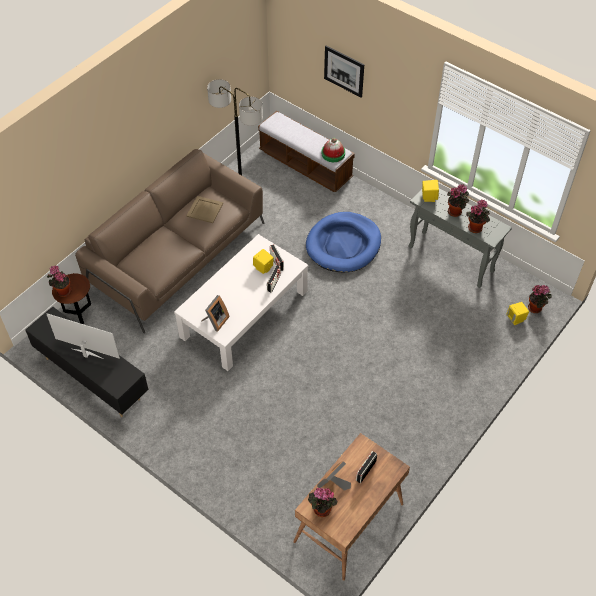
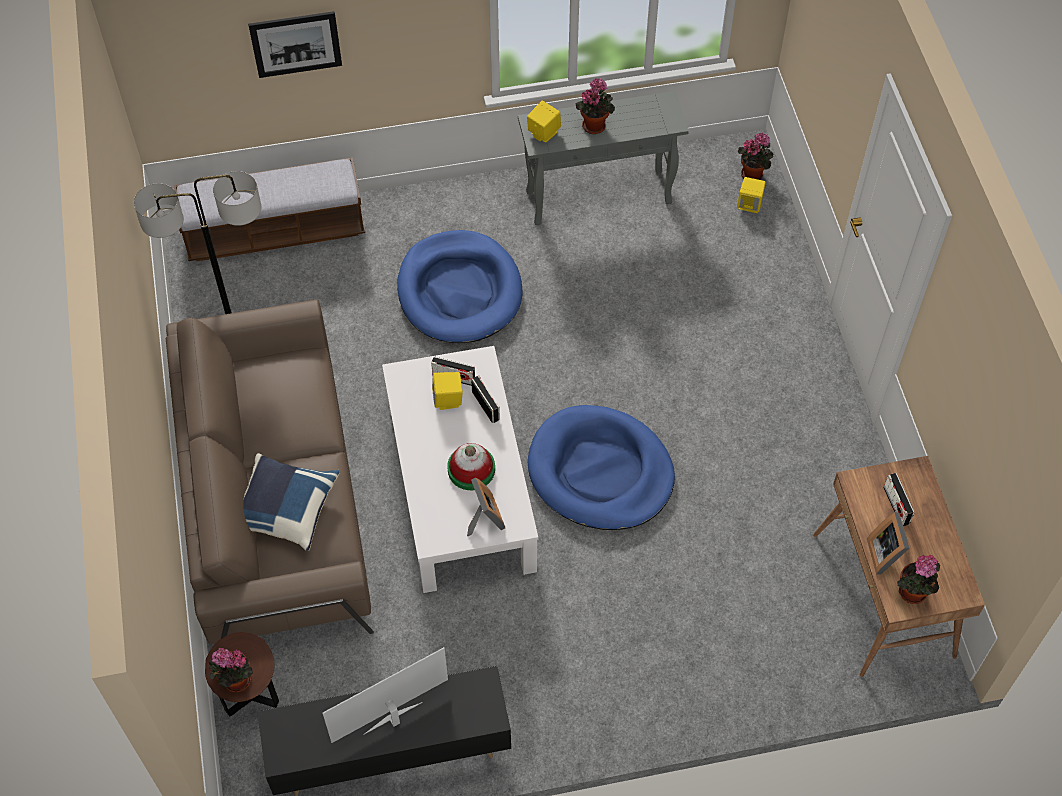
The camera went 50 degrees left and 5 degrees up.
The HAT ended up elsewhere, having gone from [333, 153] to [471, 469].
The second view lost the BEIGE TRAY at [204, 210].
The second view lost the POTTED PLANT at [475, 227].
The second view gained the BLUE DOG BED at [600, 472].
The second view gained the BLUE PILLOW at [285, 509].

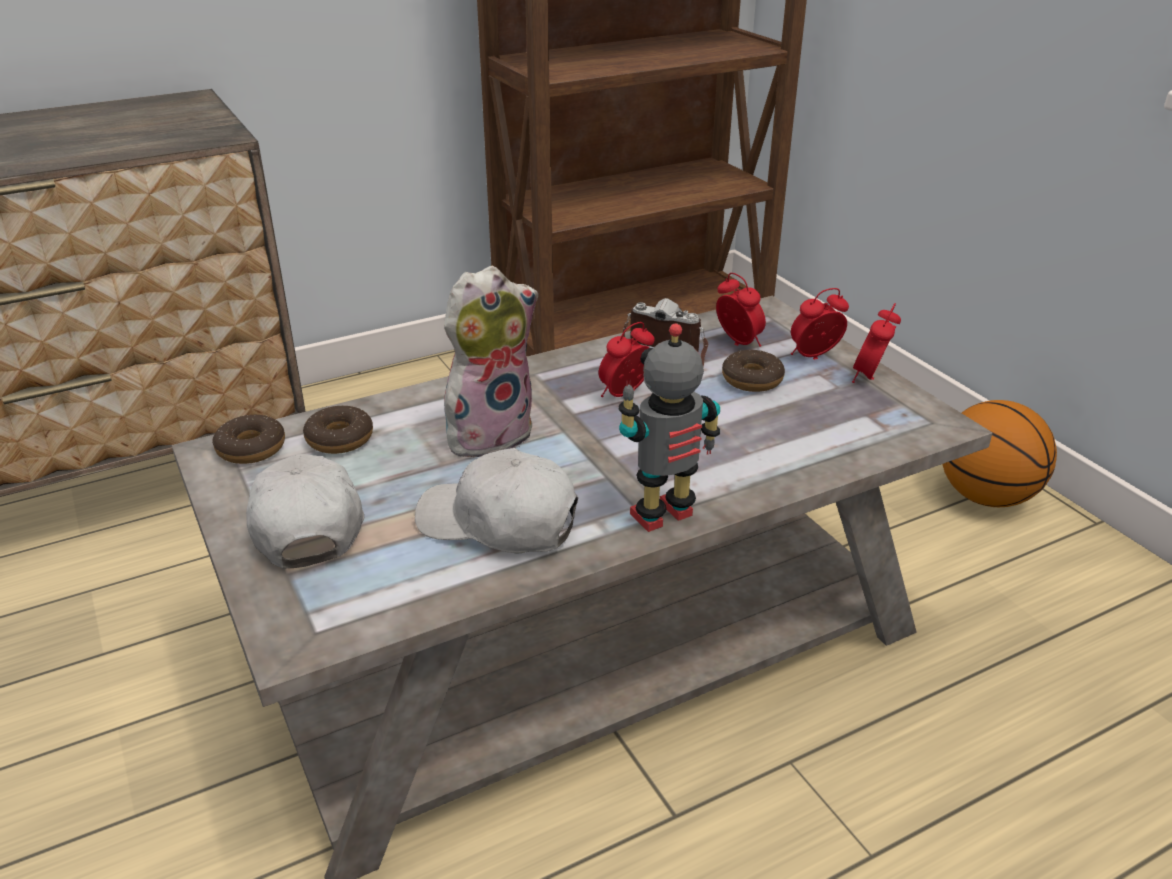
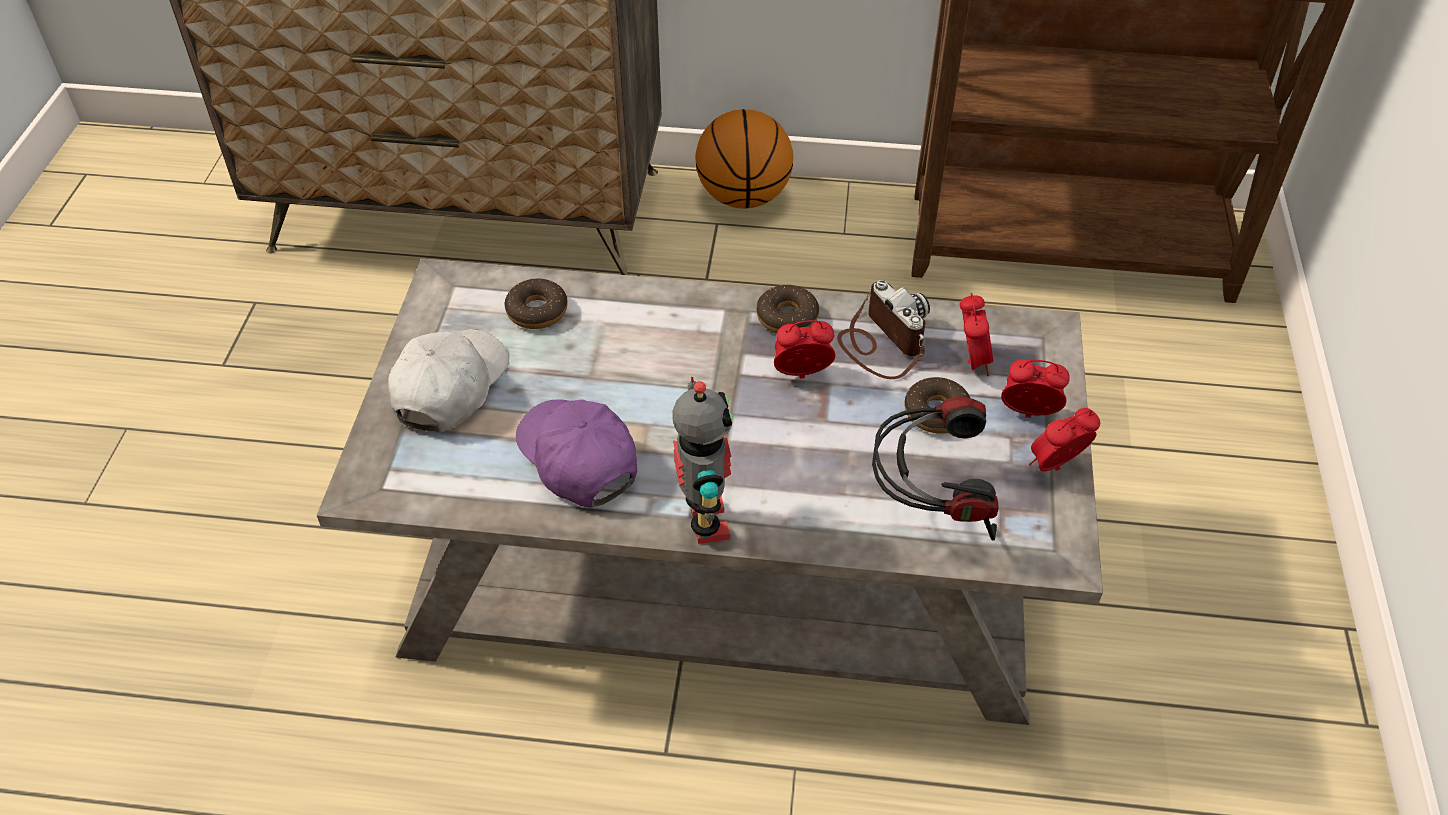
The camera went 35 degrees right and 15 degrees up.
The second view lost the PLUSH TOY at [490, 433].
The TOY ROBOT at [664, 517] ended up facing another way, 75 degrees clockwise from before.
The BASKETBALL ended up elsewhere, having gone from [986, 496] to [744, 197].
The DONUT ended up elsewhere, having gone from [251, 448] to [787, 317].
What was the WHITE CAP at [499, 523] turned into the PURPLE CAP at [578, 459].
The second view gained the HEADPHONES at [930, 506].

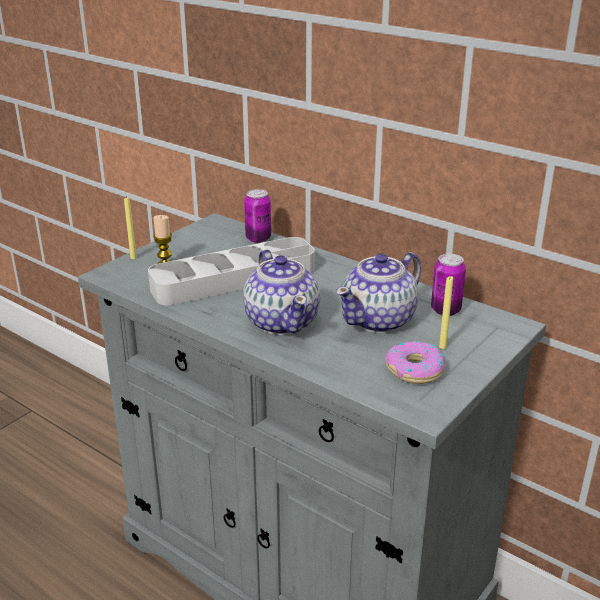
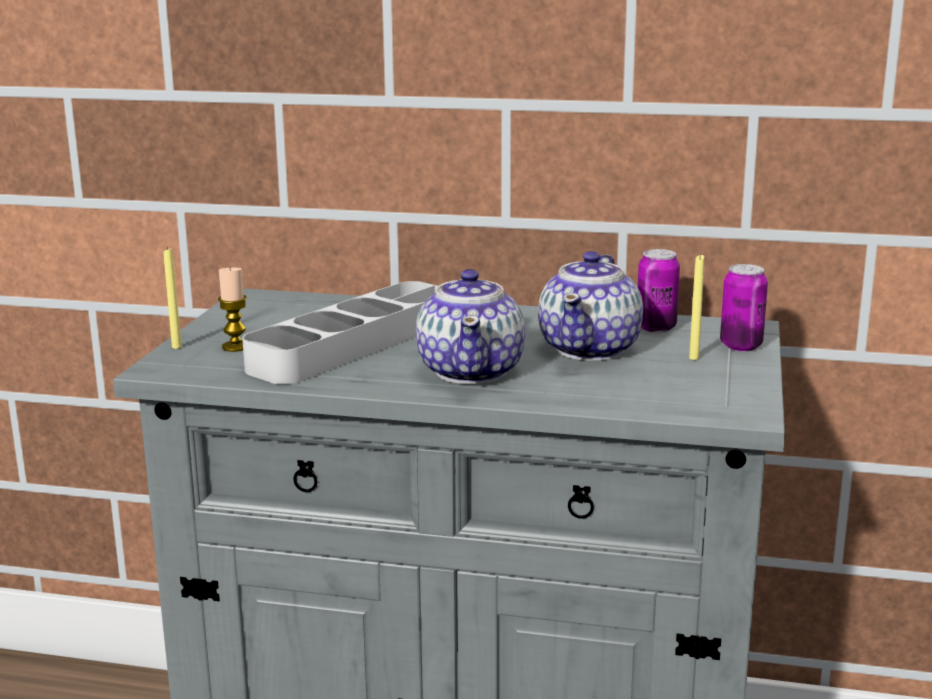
The camera went 25 degrees left and 10 degrees down.
The CAN ended up elsewhere, having gone from [258, 238] to [741, 346].
The TEAPOT at [282, 321] ended up facing another way, 45 degrees clockwise from before.
The second view lost the DONUT at [414, 370].

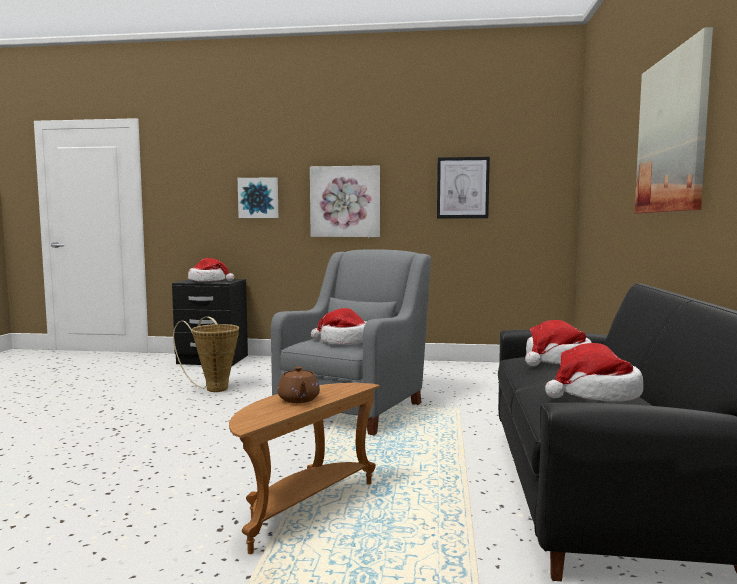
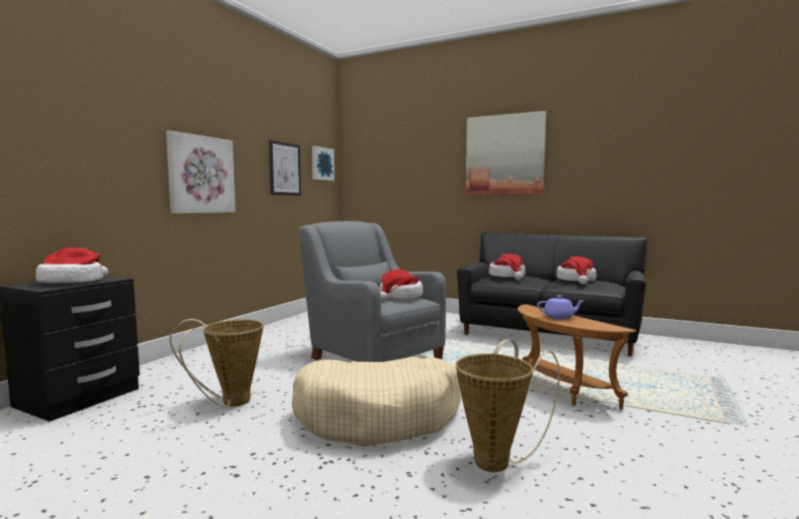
The camera went 70 degrees left and 0 degrees up.
The PICTURE ended up elsewhere, having gone from [258, 198] to [321, 164].
What was the BROWN TEAPOT at [298, 399] turned into the PURPLE TEAPOT at [559, 317].
The second view gained the BASKET at [498, 460].
The second view gained the BEIGE DOG BED at [378, 416].

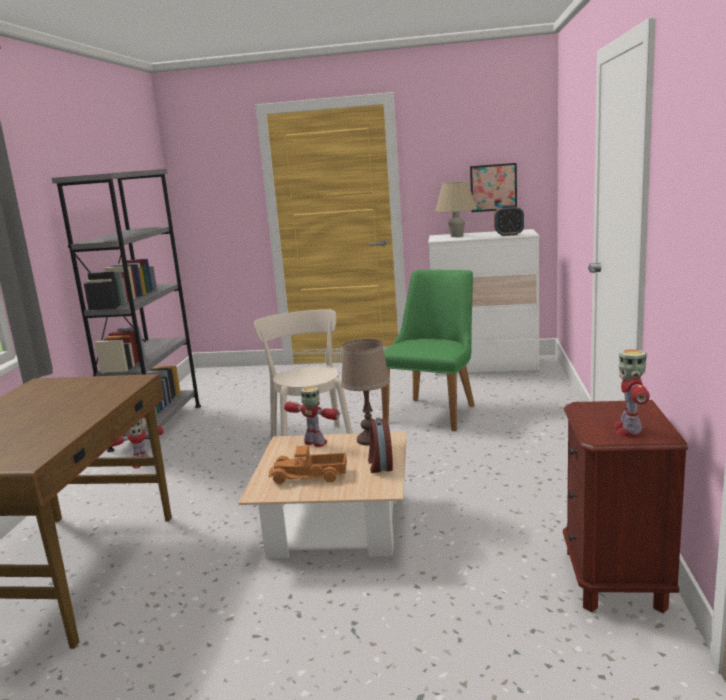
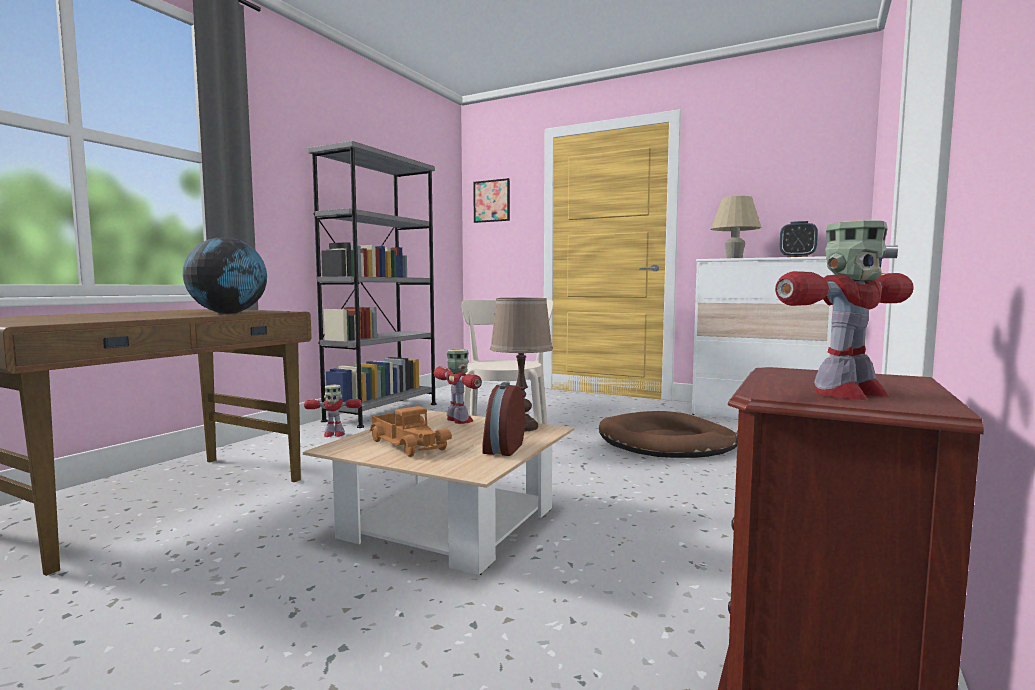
The camera went 20 degrees right and 10 degrees down.
The PICTURE ended up elsewhere, having gone from [493, 187] to [491, 201].
Where the GREEN CHAIR stood at [435, 410], the BROWN DOG BED came to stand at [667, 442].
The TOY ROBOT at [628, 430] ended up facing another way, 150 degrees counterclockwise from before.
The TOY TRUCK at [309, 476] ended up facing another way, 150 degrees counterclockwise from before.
The second view gained the GLOBE at [228, 313].

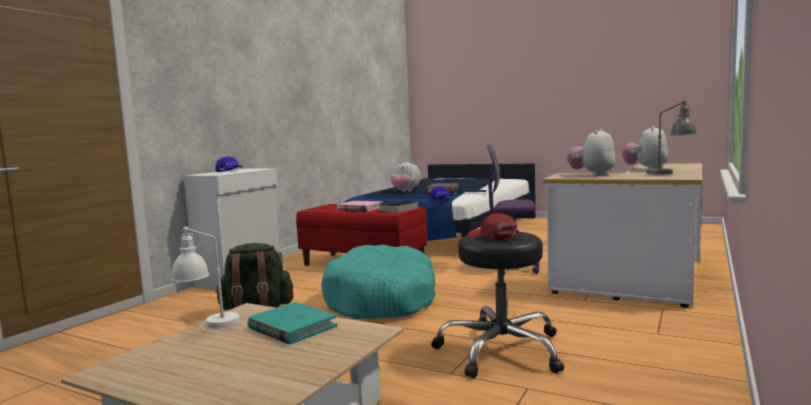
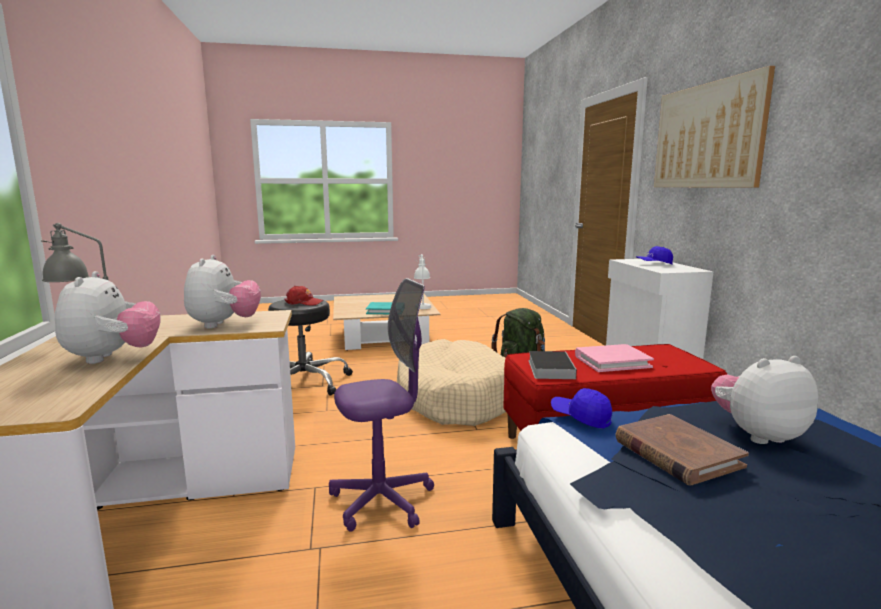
The camera went 140 degrees right and 5 degrees up.
What was the TURQUOISE DOG BED at [382, 299] turned into the BEIGE DOG BED at [455, 398].
The second view gained the PICTURE at [707, 136].

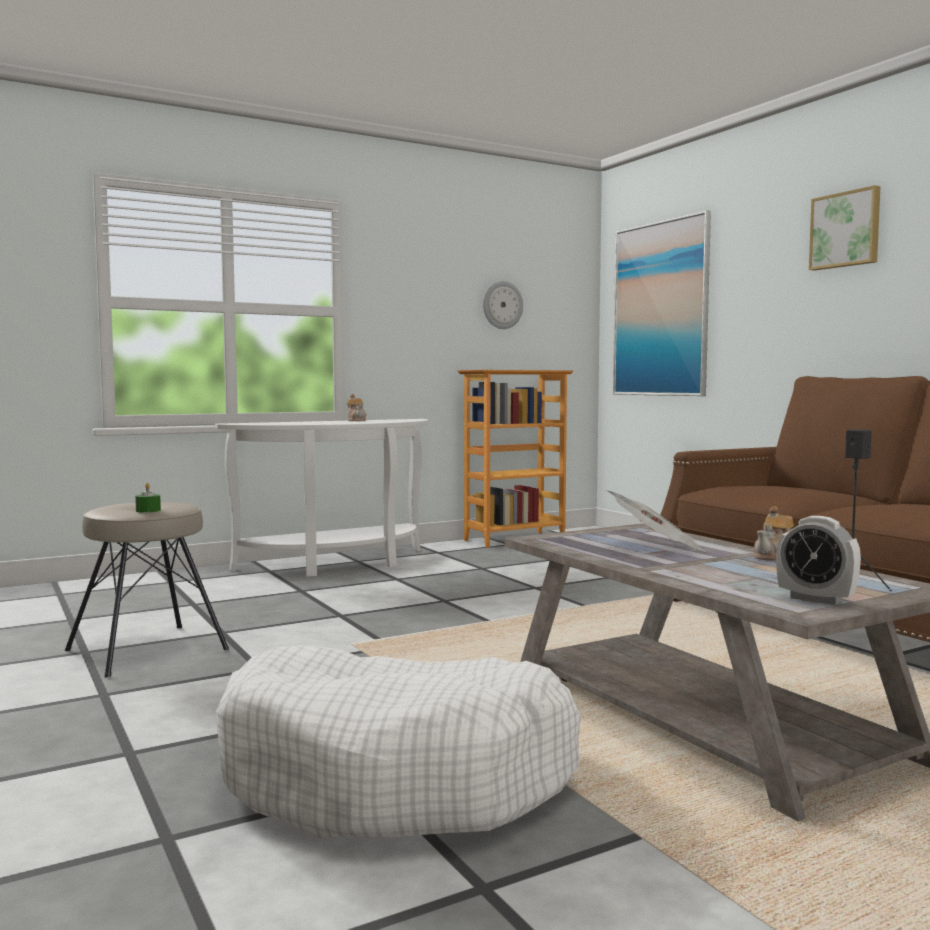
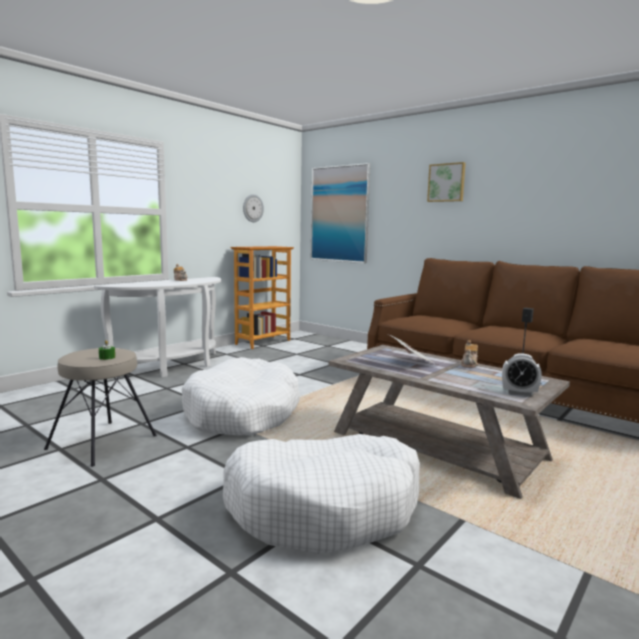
The camera went 20 degrees left and 5 degrees up.
The second view gained the WHITE DOG BED at [242, 413].

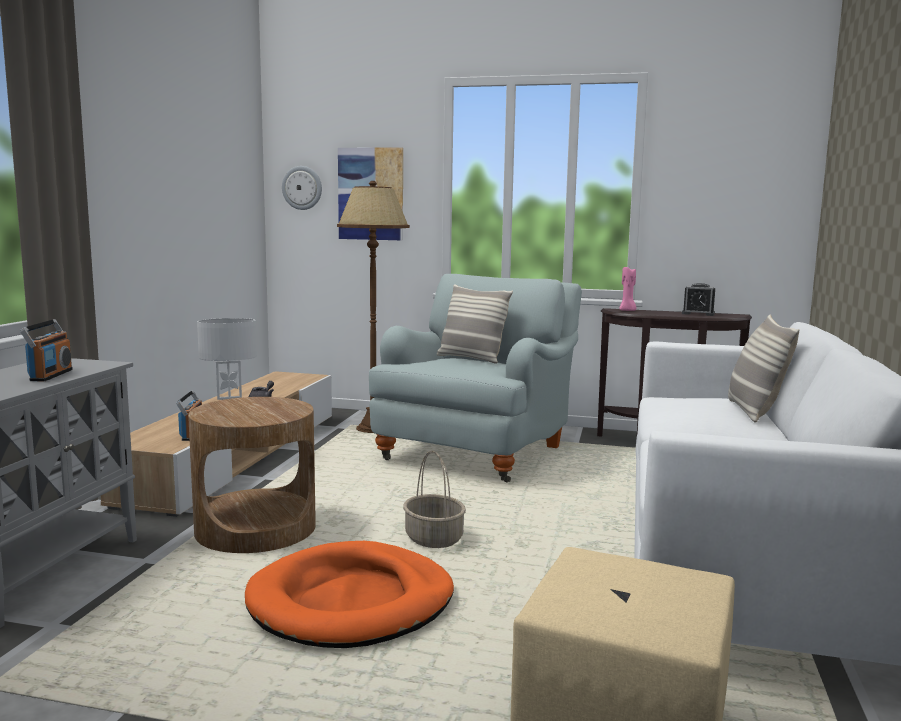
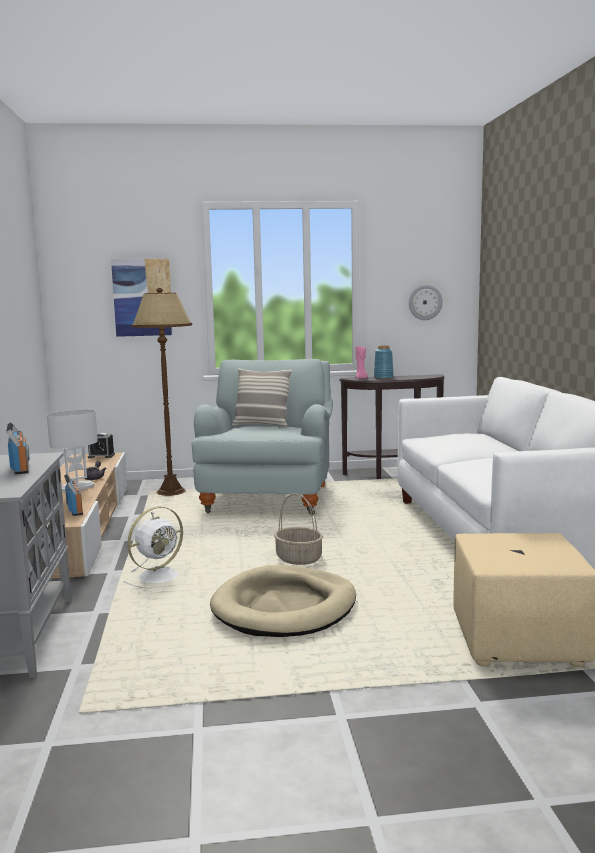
The camera went 20 degrees left and 0 degrees up.
The WALL CLOCK ended up elsewhere, having gone from [302, 188] to [425, 302].
The ALARM CLOCK ended up elsewhere, having gone from [698, 313] to [101, 456].
The second view lost the PILLOW at [754, 412].
Where the BROWN SIDE TABLE stood at [256, 529], the WHITE FAN came to stand at [160, 576].
What was the ORANGE DOG BED at [351, 602] turned into the BEIGE DOG BED at [285, 607].
The second view gained the BLUE VASE at [384, 378].

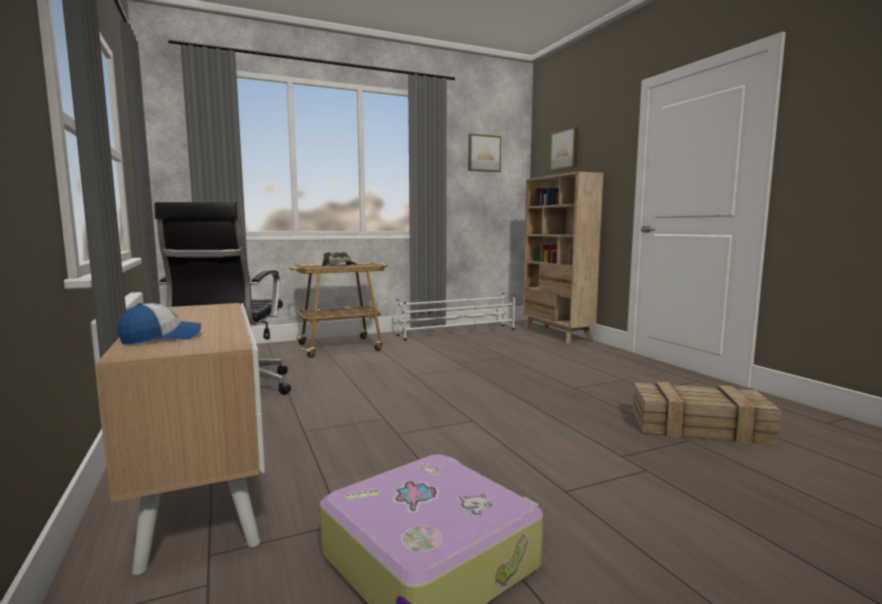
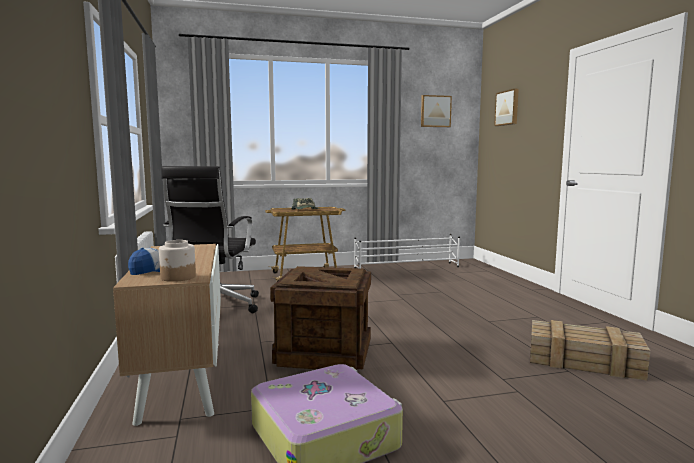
The camera went 10 degrees right and 0 degrees up.
The second view lost the BEIGE BOOKCASE at [556, 335].
The second view gained the JAR at [178, 277].
The second view gained the CRATE at [323, 353].

